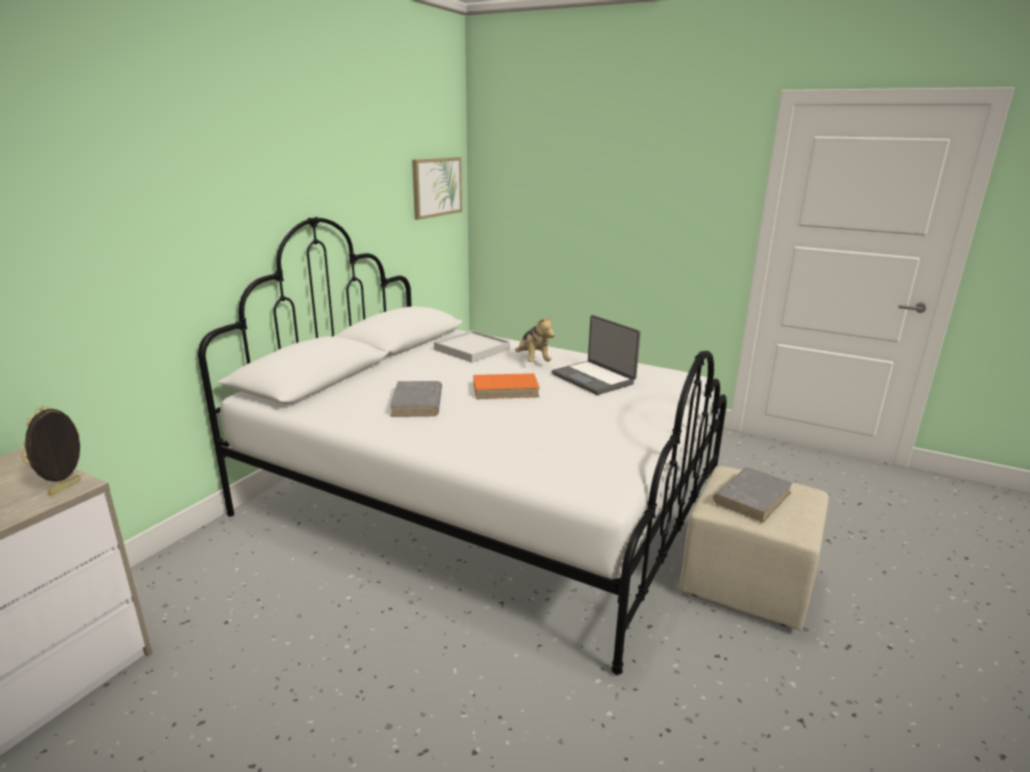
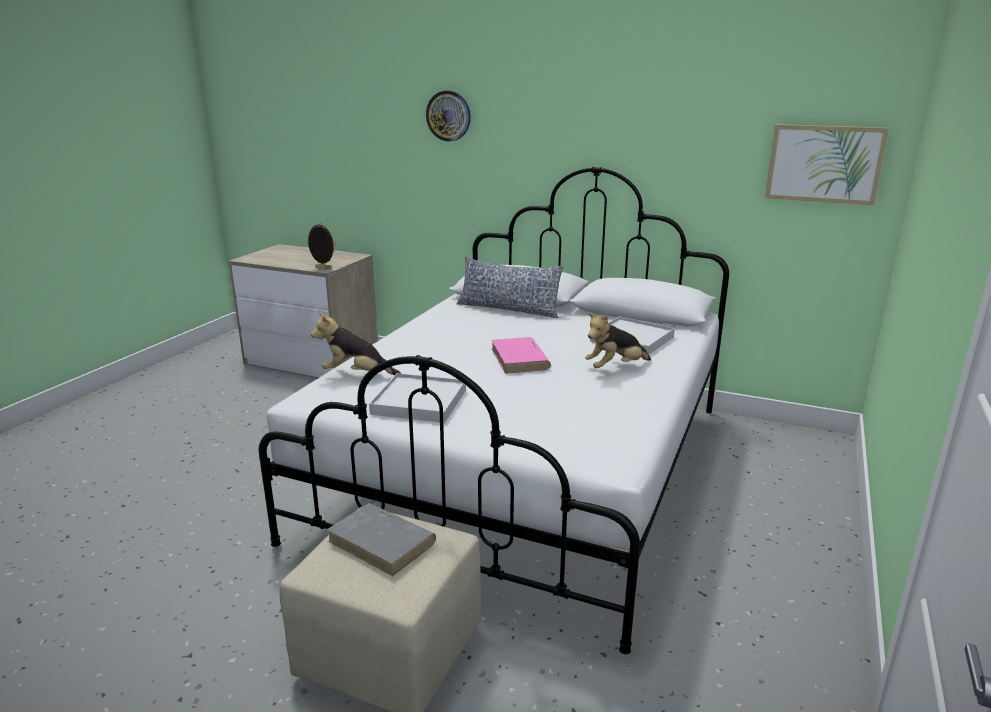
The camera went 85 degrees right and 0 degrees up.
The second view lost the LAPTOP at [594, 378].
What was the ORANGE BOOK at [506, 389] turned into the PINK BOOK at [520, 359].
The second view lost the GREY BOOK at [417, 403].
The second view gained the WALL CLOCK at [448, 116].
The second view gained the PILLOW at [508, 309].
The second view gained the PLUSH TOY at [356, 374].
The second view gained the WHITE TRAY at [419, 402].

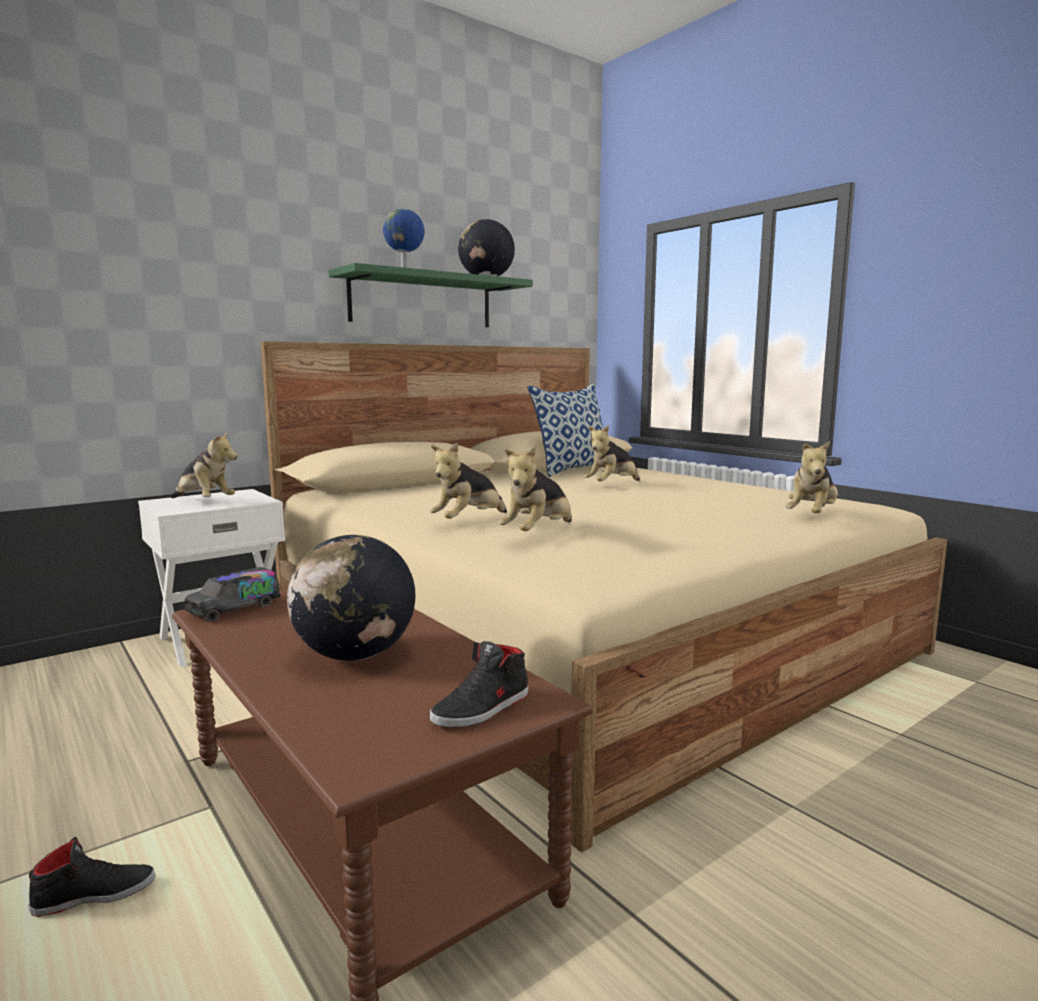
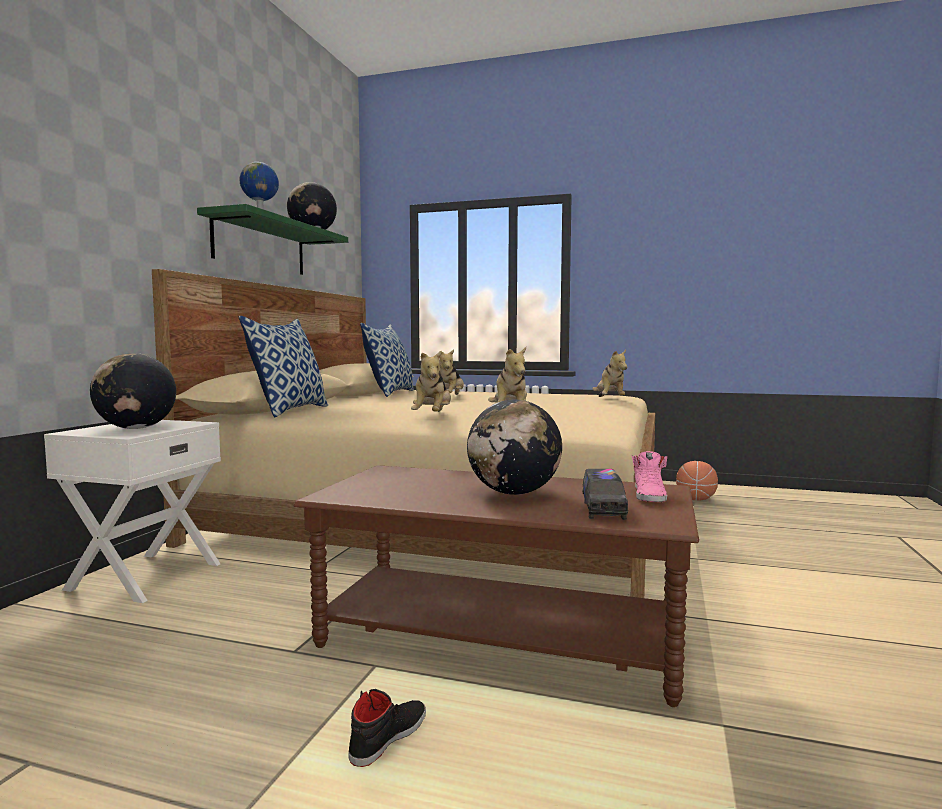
The camera went 35 degrees left and 5 degrees down.
Where the PLUSH TOY stood at [204, 502], the GLOBE came to stand at [136, 428].
The TOY TRUCK ended up elsewhere, having gone from [234, 608] to [603, 509].
What was the BLACK SHOE at [482, 709] turned into the PINK SHOE at [649, 496].
The second view gained the PILLOW at [289, 411].
The second view gained the BASKETBALL at [696, 499].

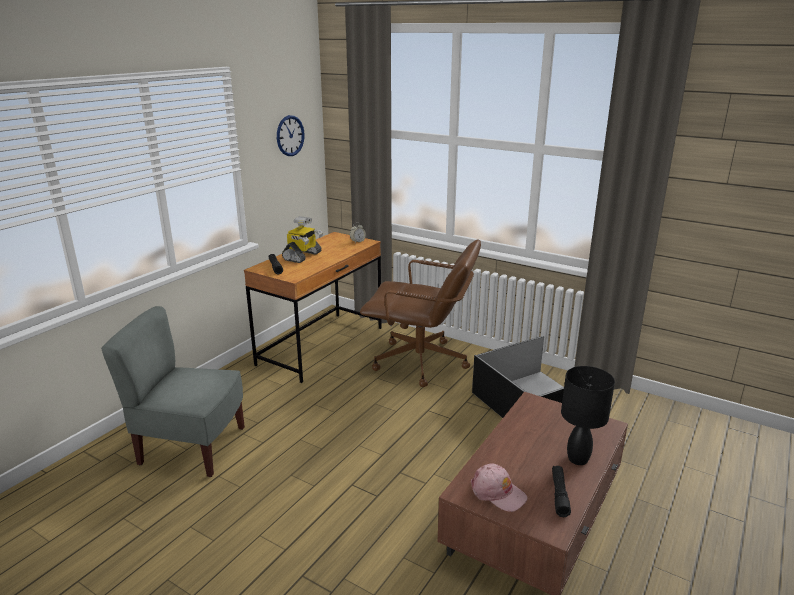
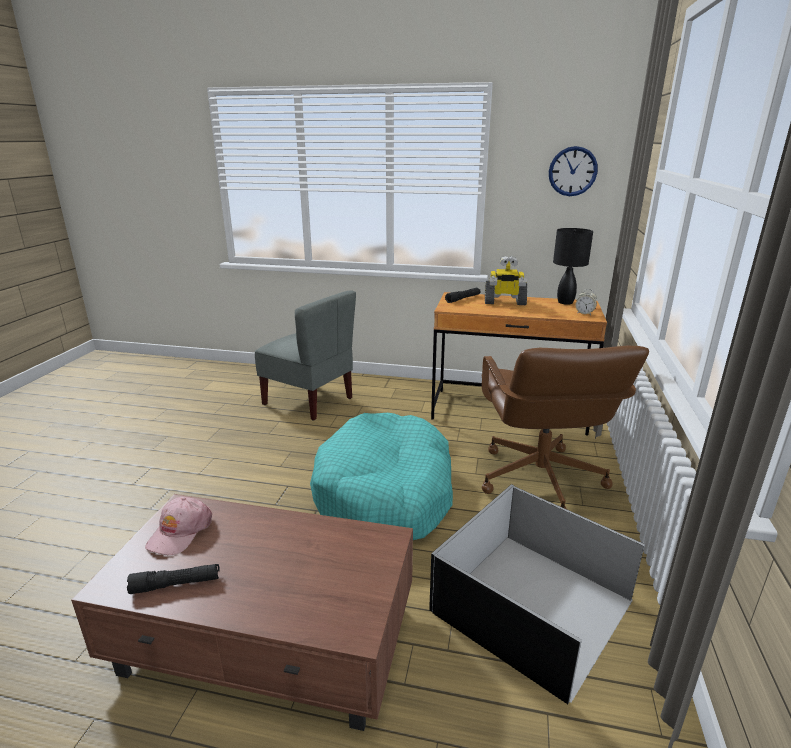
The camera went 70 degrees right and 0 degrees up.
The GREY CHAIR at [191, 447] ended up facing another way, 135 degrees clockwise from before.
The BLACK TABLE LAMP ended up elsewhere, having gone from [578, 459] to [565, 302].
The second view gained the TURQUOISE DOG BED at [385, 494].

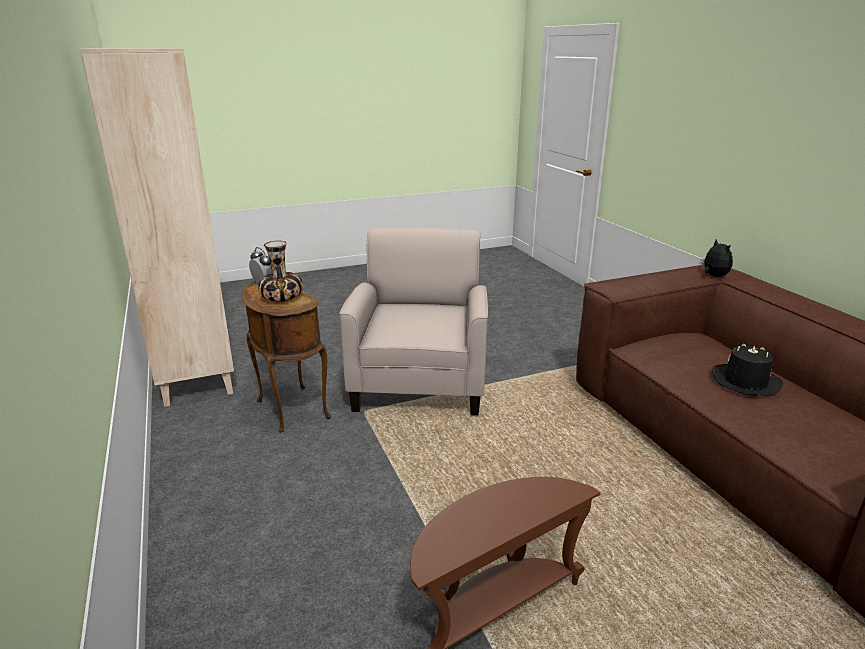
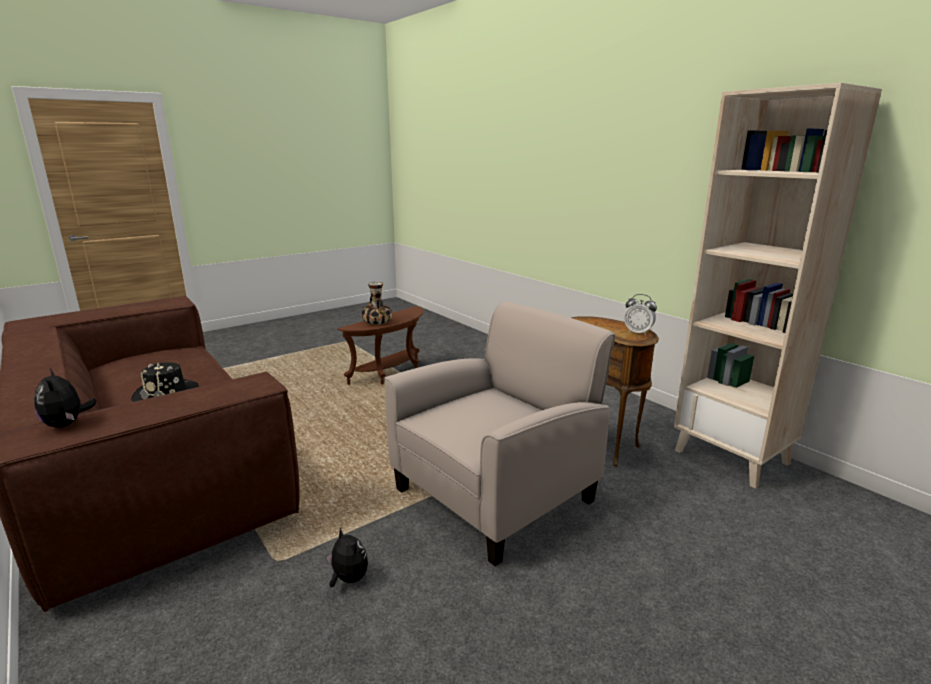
The camera went 165 degrees right and 5 degrees down.
The BEIGE ARMCHAIR at [420, 382] ended up facing another way, 120 degrees counterclockwise from before.
The VASE ended up elsewhere, having gone from [281, 297] to [377, 322].
The second view gained the PLUSH TOY at [348, 579].

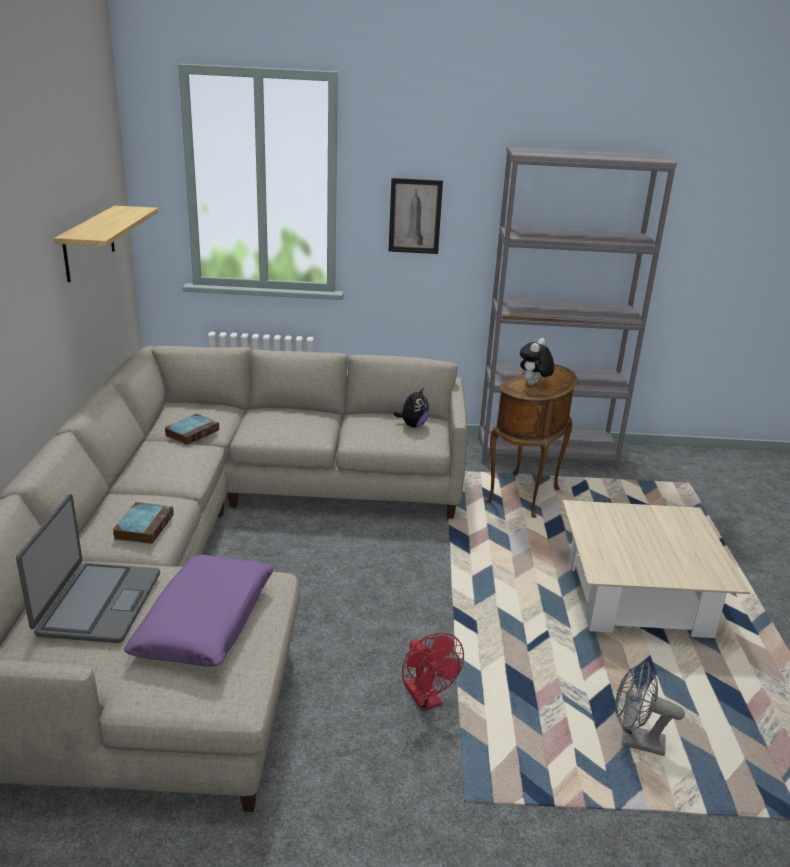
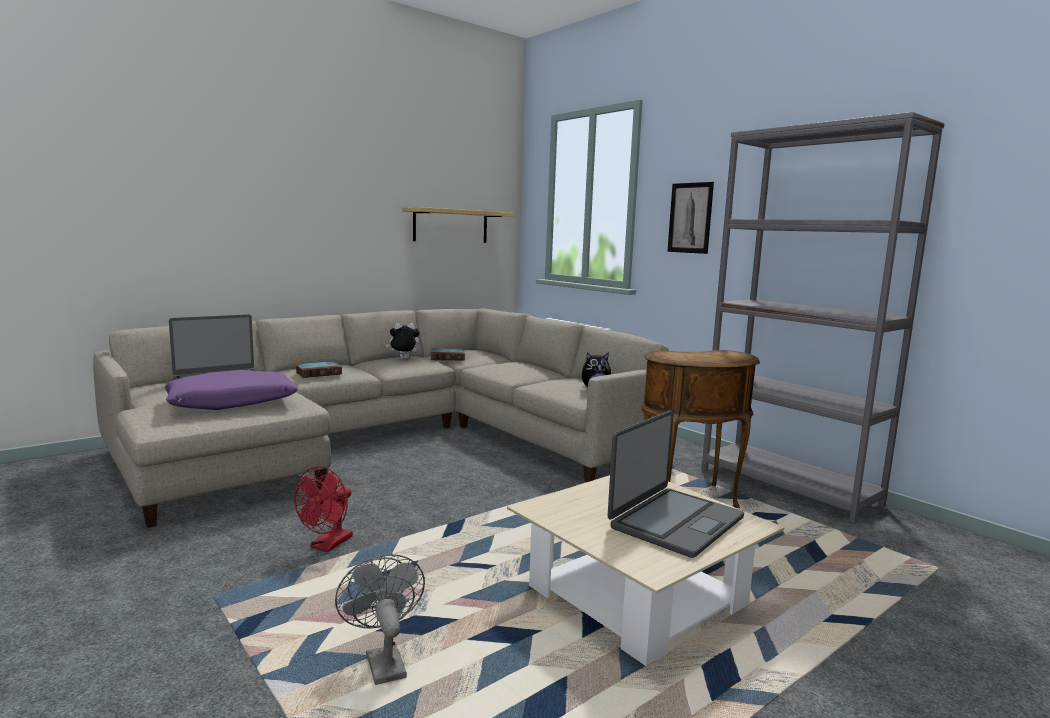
The camera went 50 degrees right and 15 degrees down.
The PLUSH TOY ended up elsewhere, having gone from [533, 385] to [403, 359].
The second view gained the LAPTOP at [675, 522].

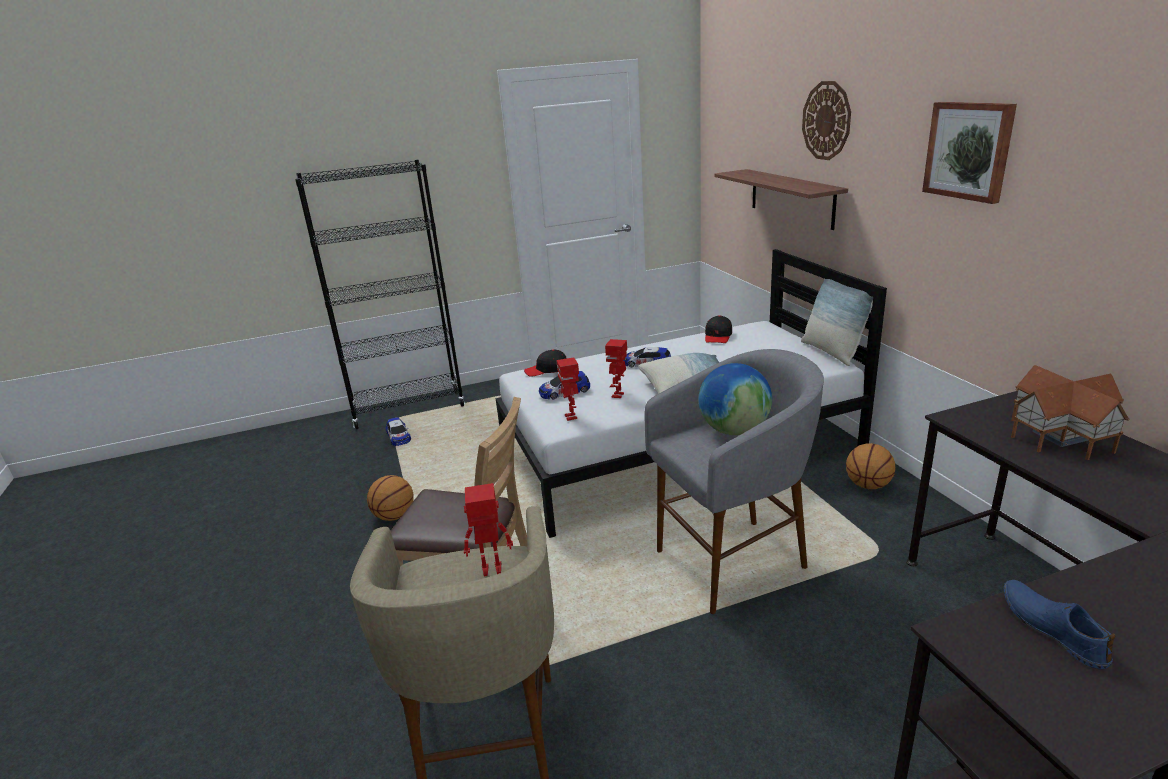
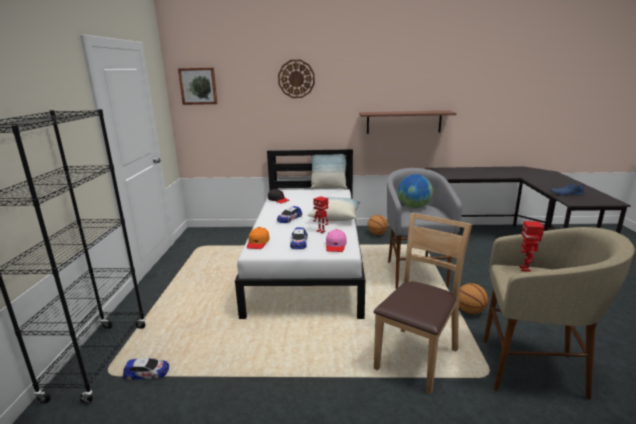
The camera went 70 degrees left and 5 degrees down.
The PICTURE ended up elsewhere, having gone from [969, 150] to [198, 86].
The SHELF ended up elsewhere, having gone from [791, 198] to [403, 122].
What was the BLACK CAP at [546, 370] turned into the ORANGE CAP at [258, 243].
Where the TOY ROBOT stood at [571, 417], the PINK CAP came to stand at [336, 245].
The second view lost the TOY HOUSE at [1058, 435].
The BASKETBALL ended up elsewhere, having gone from [394, 516] to [470, 311].

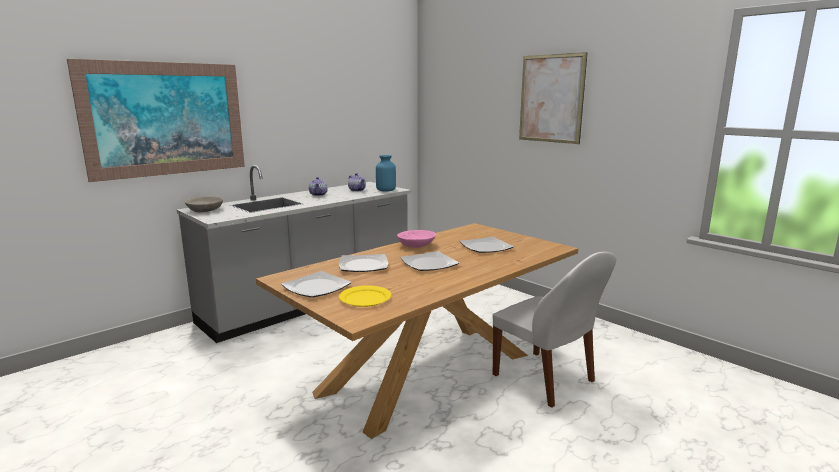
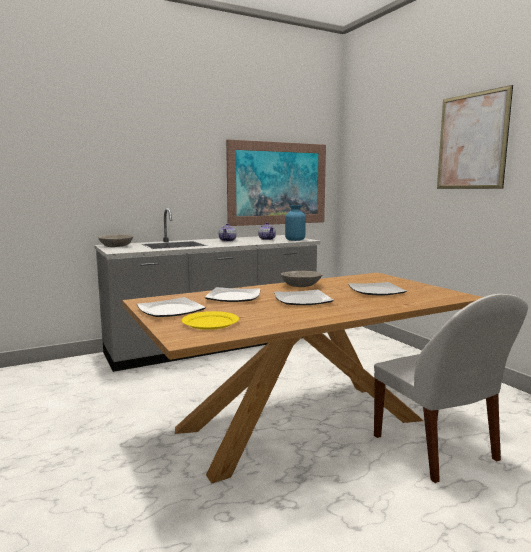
The camera went 15 degrees right and 5 degrees down.
The PICTURE ended up elsewhere, having gone from [166, 119] to [278, 183].
What was the PINK BOWL at [416, 245] turned into the GREY BOWL at [301, 285].

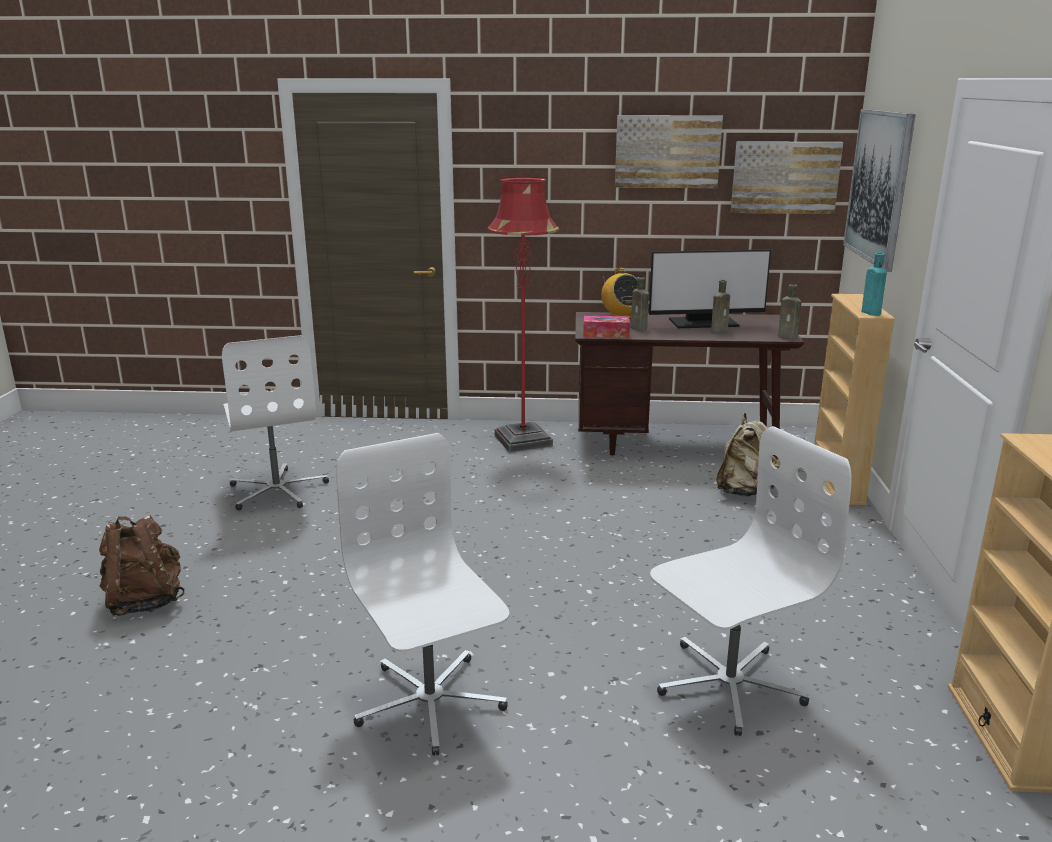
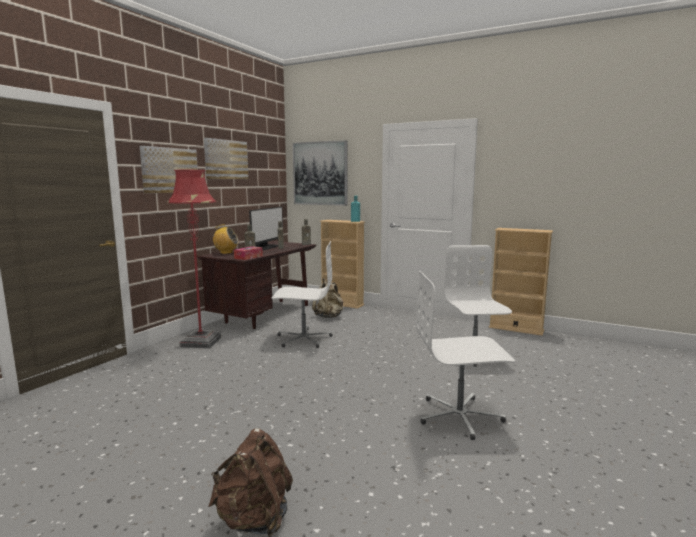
The camera went 65 degrees left and 10 degrees down.
The PICTURE ended up elsewhere, having gone from [785, 177] to [169, 170].
The WHITE OFFICE CHAIR ended up elsewhere, having gone from [278, 490] to [303, 339].

